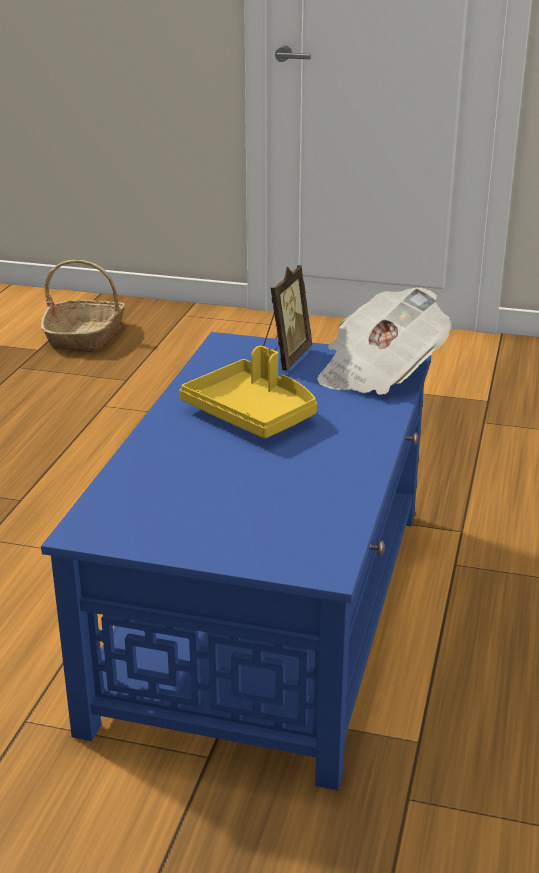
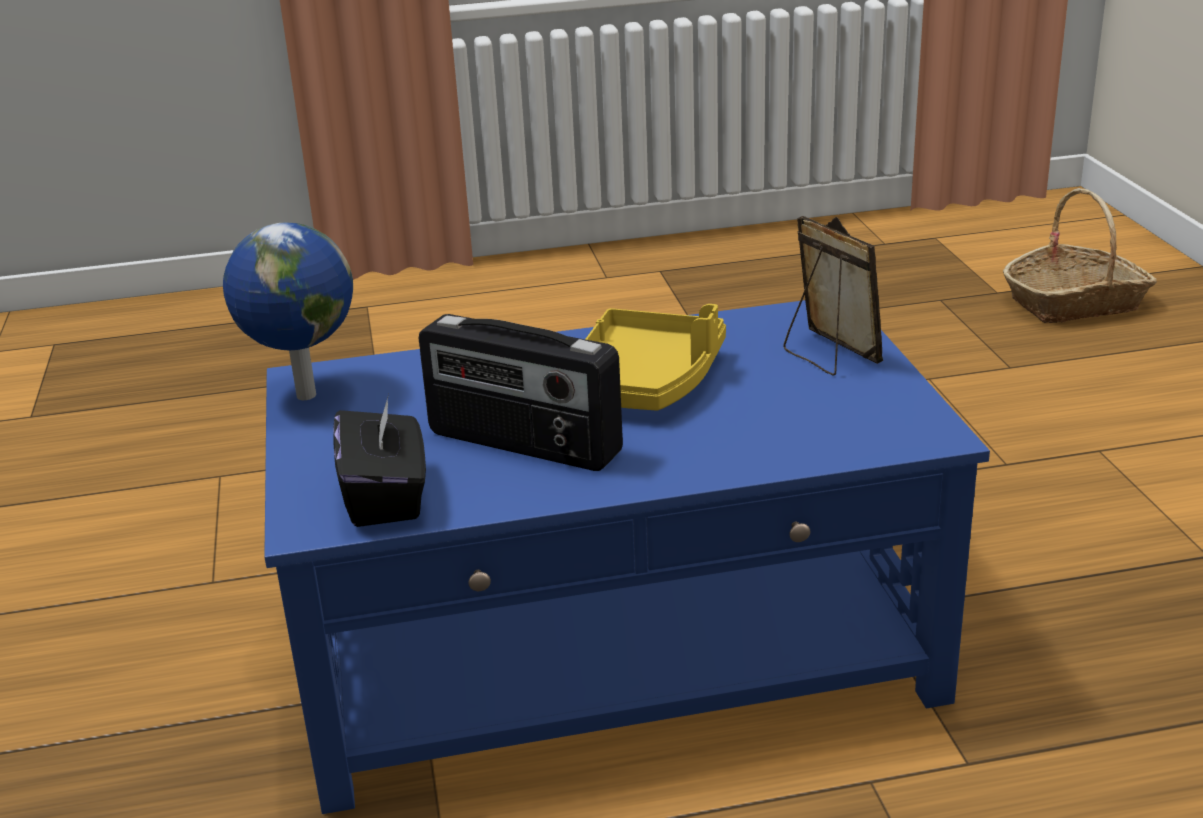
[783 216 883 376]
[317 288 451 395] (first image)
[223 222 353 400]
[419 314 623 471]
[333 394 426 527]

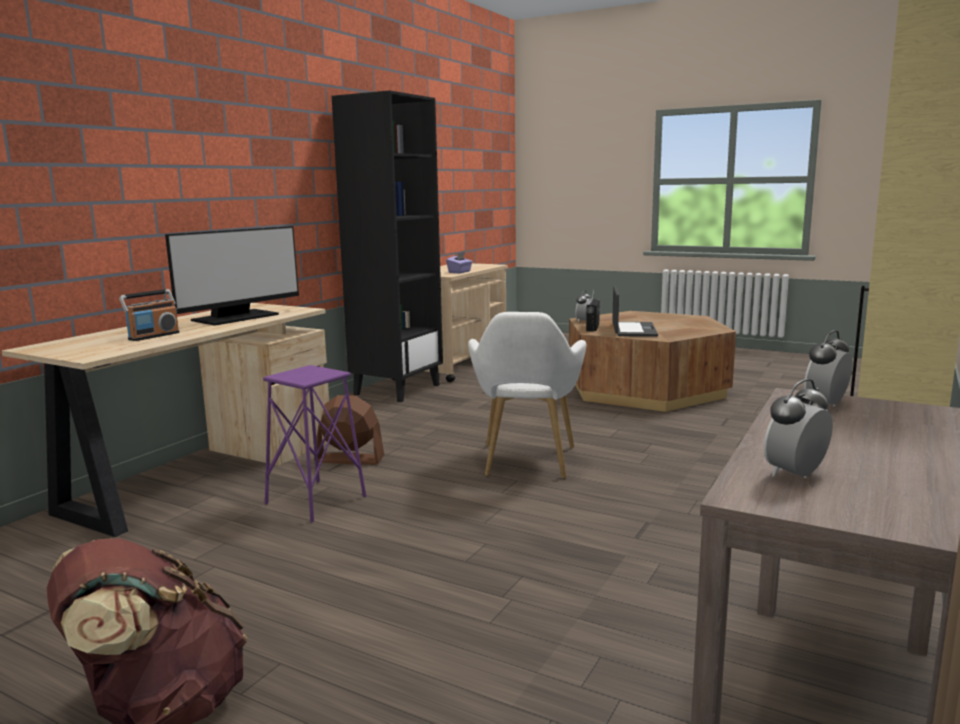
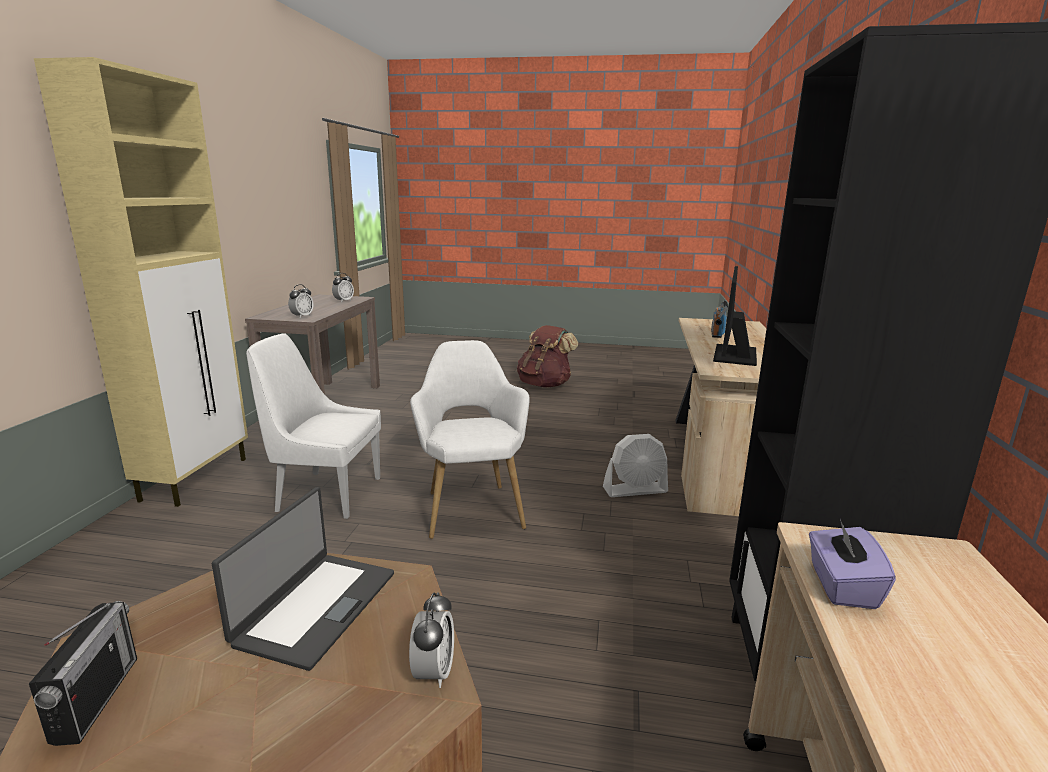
[212 487 394 671]
[29 601 137 746]
[263 365 366 522] (first image)
[603 434 668 497]
[246 333 381 519]

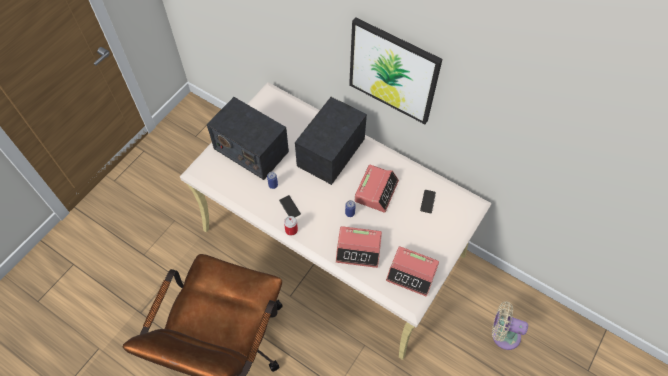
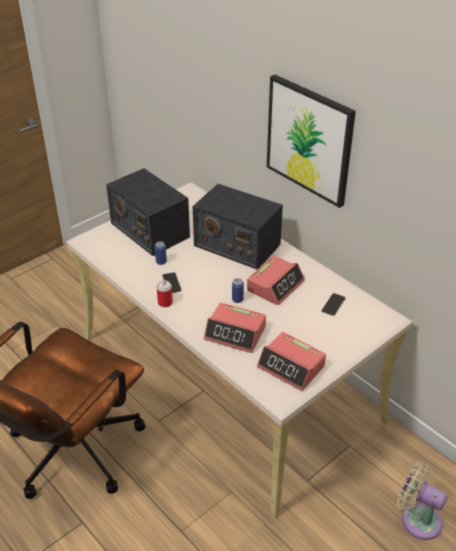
[193 184 283 270]

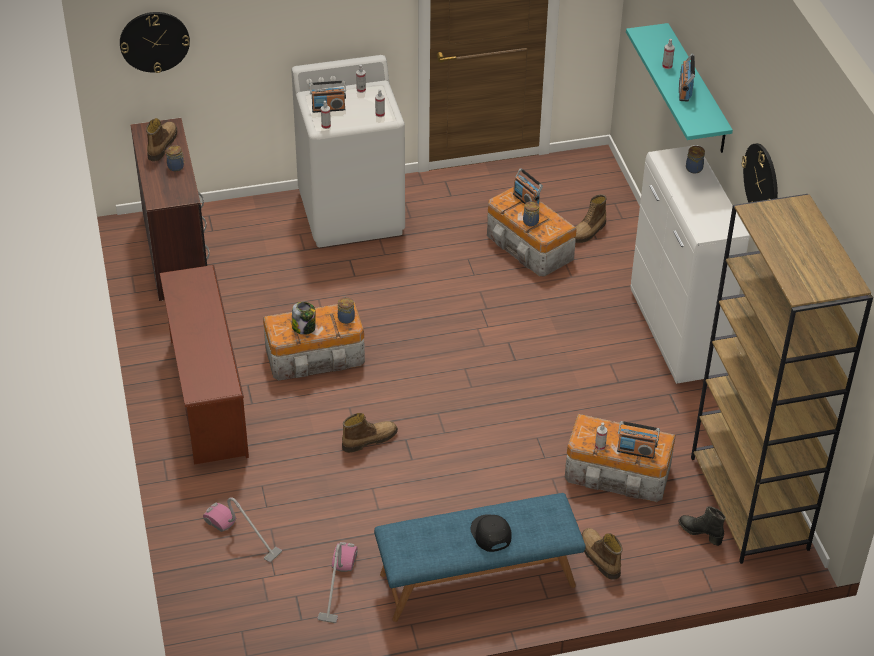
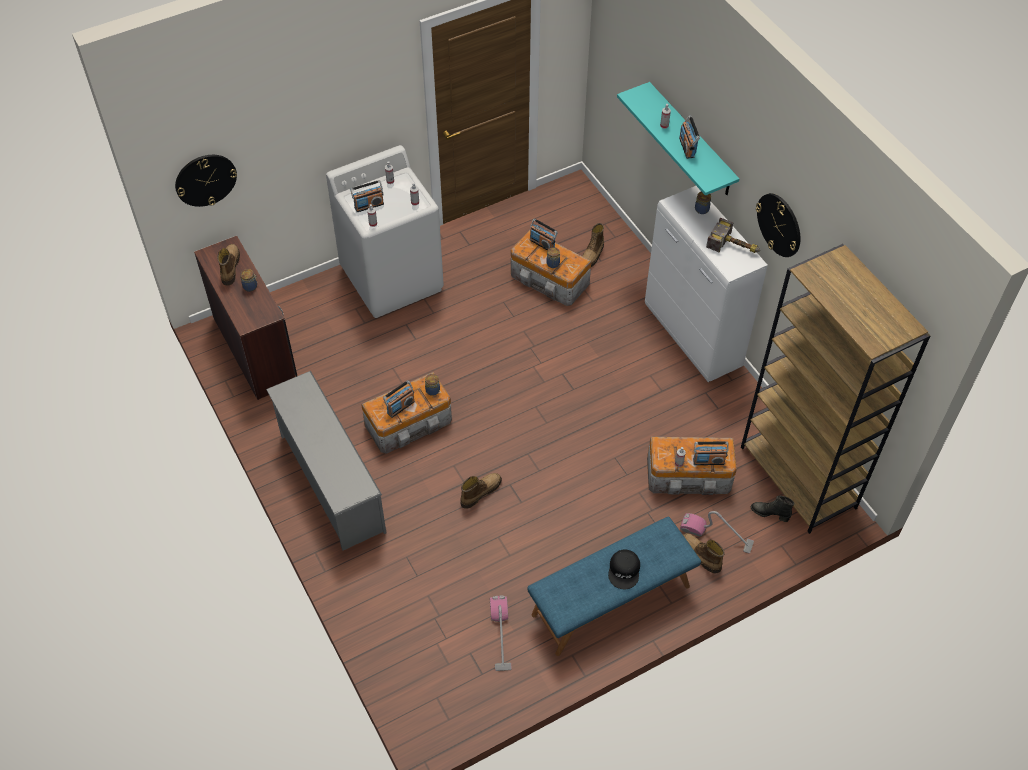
[266 371 386 550]
[383 380 415 418]
[680 511 754 554]
[608 549 640 589]
[706 218 760 253]

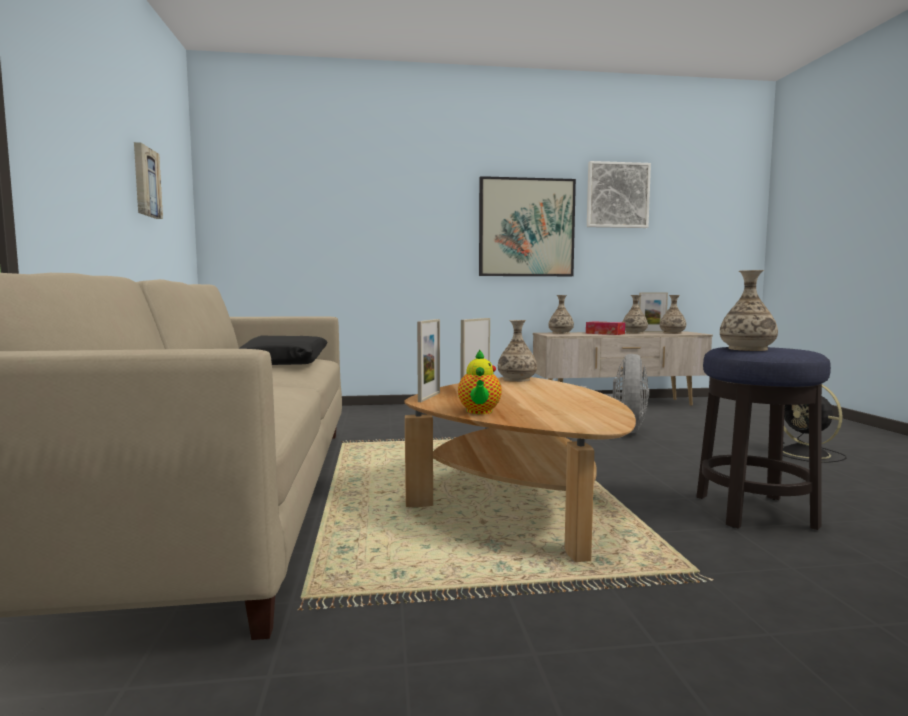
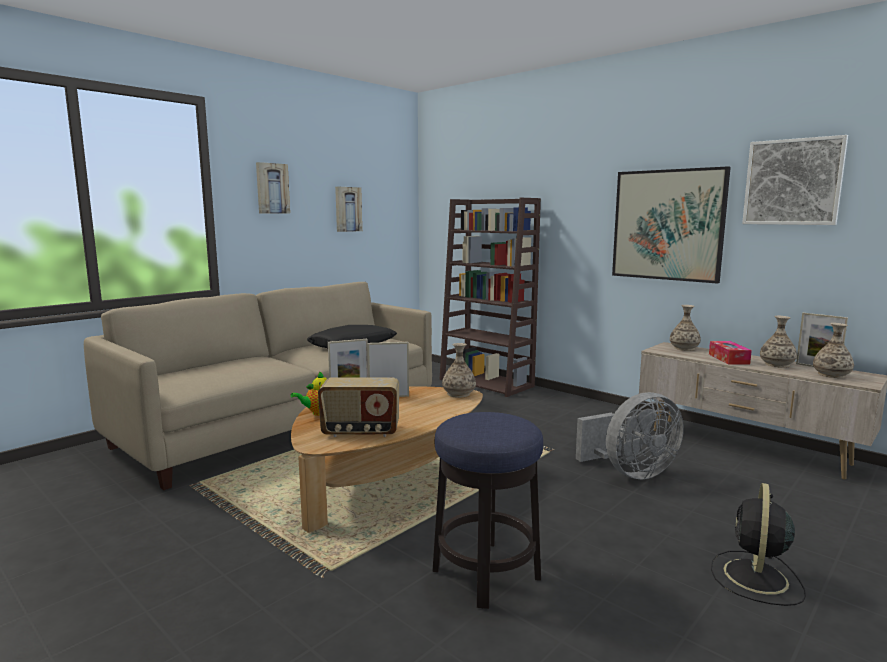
[720 270 778 351] (first image)
[256 162 290 214]
[439 198 541 397]
[318 377 399 437]

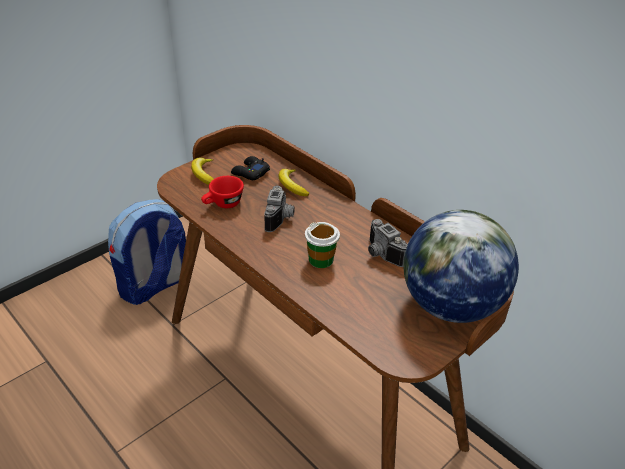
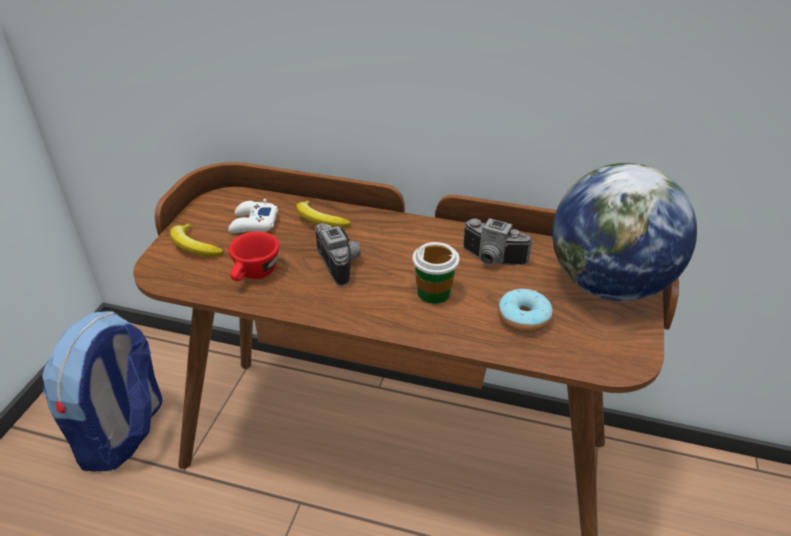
[228 199 278 233]
[498 289 553 333]

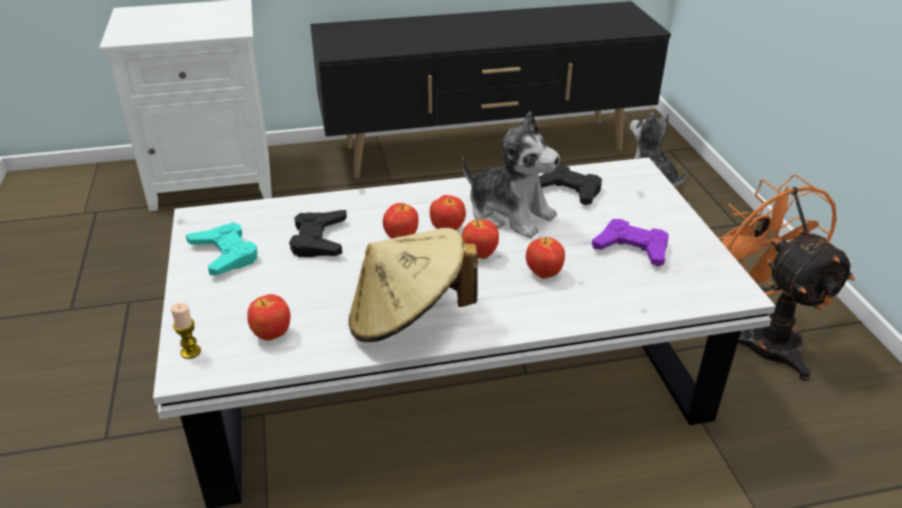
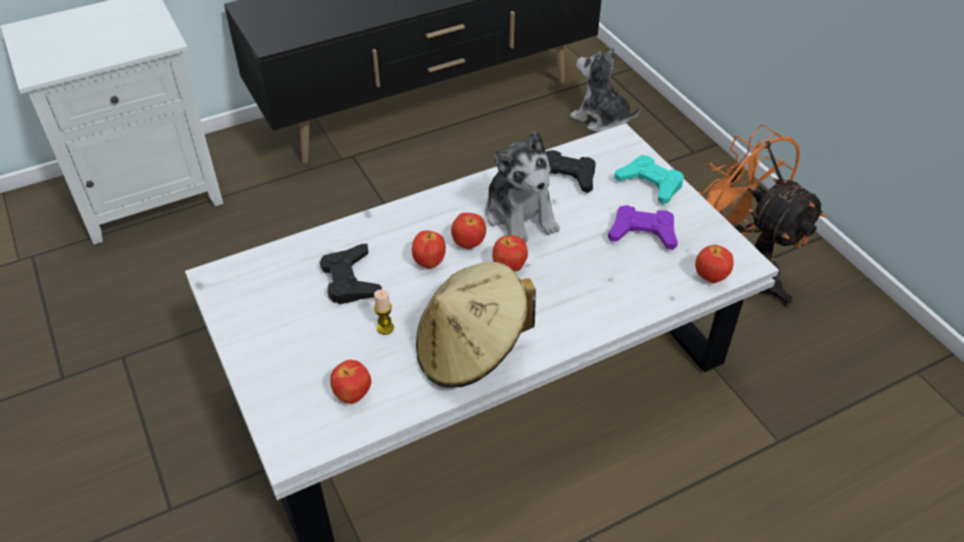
[485 131 560 243]
[614 155 684 204]
[695 245 734 283]
[374 289 394 335]

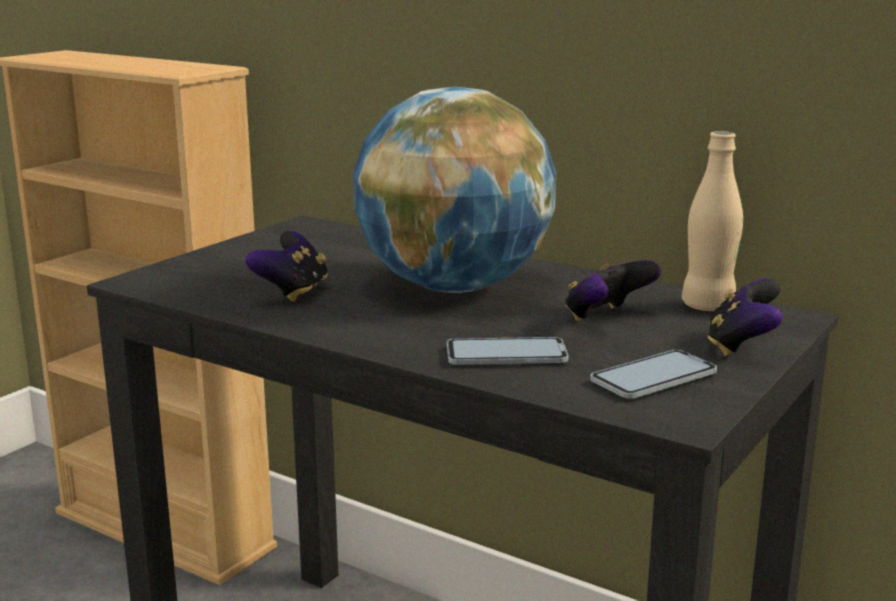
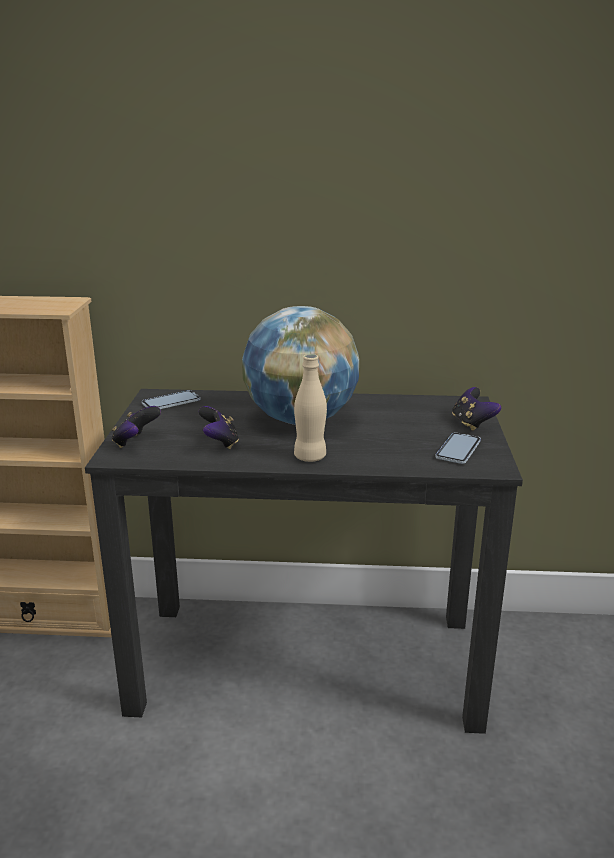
[294 354 327 462]
[112 406 161 448]
[141 390 201 409]

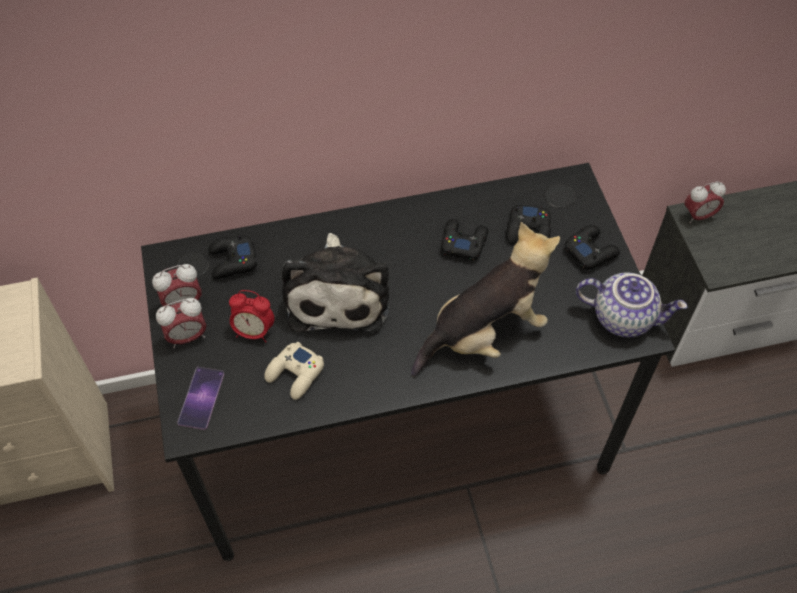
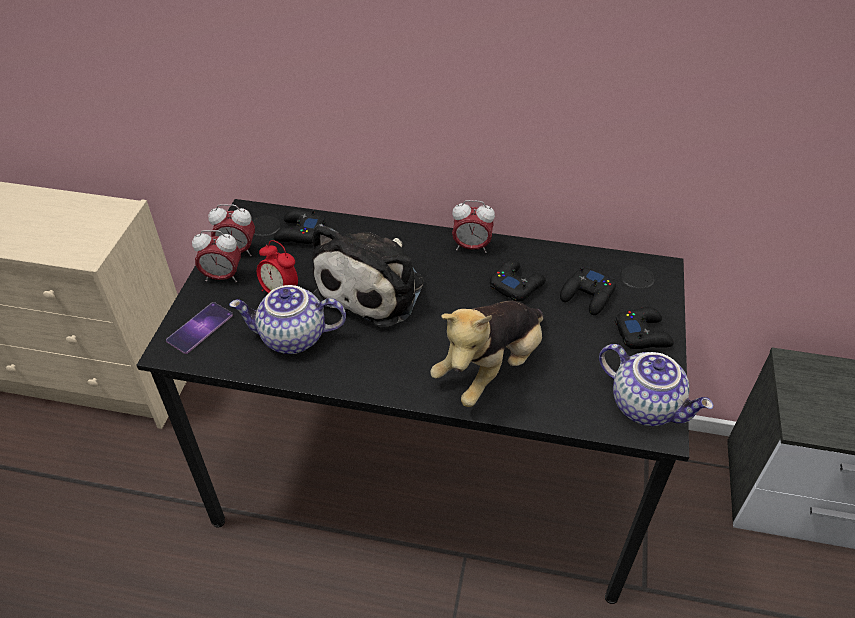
[452 200 495 253]
[430 301 544 407]
[229 285 346 354]

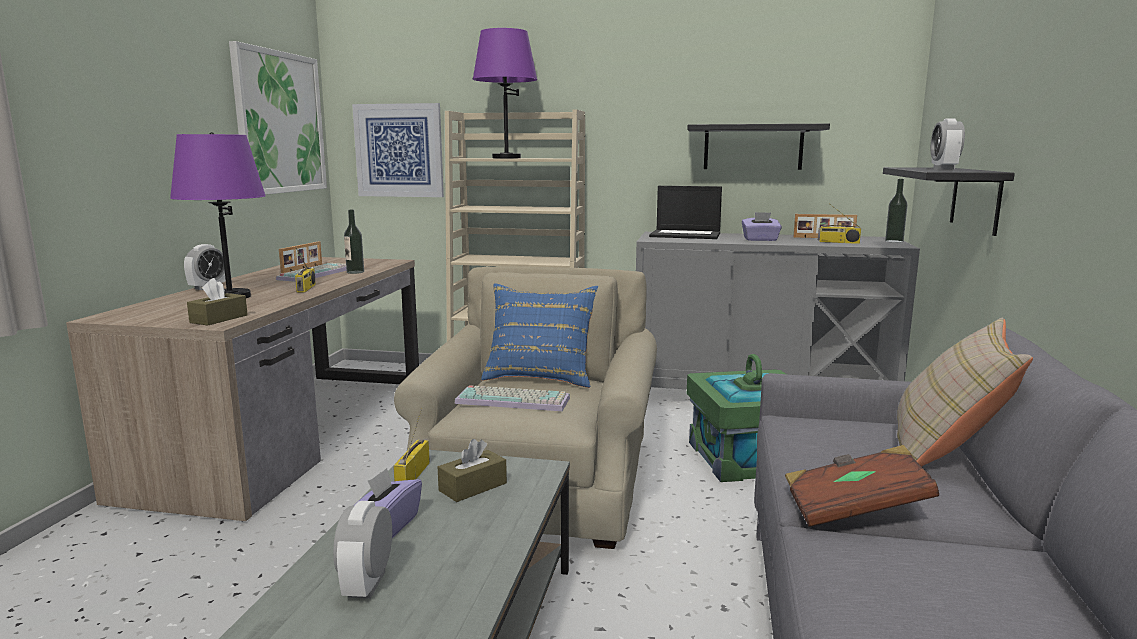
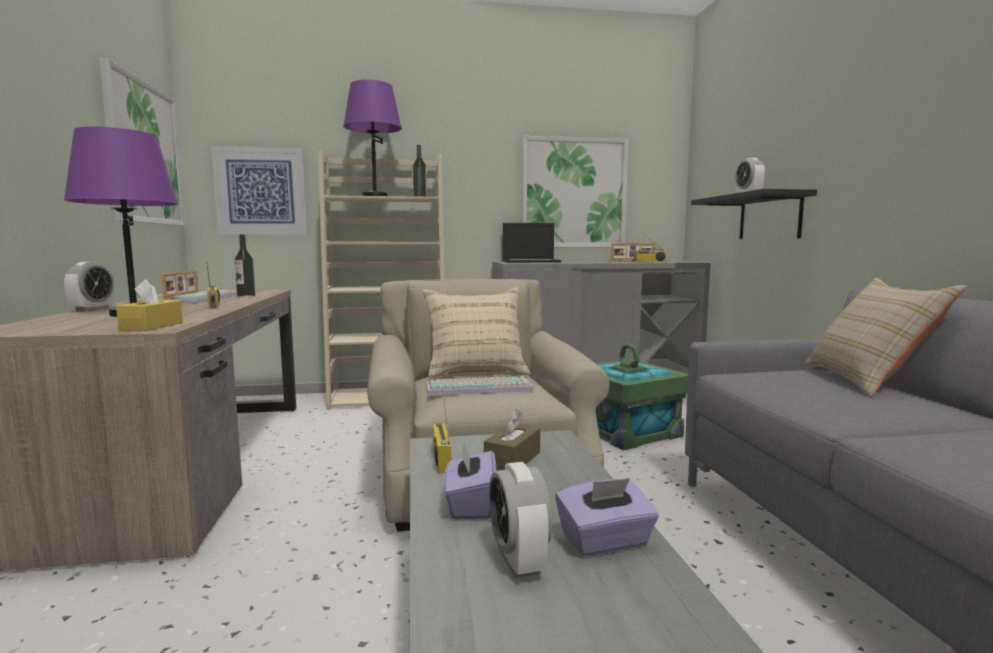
[522 136 629 247]
[412 145 427 197]
[555 478 659 556]
[116 279 183 331]
[423 288 531 378]
[785 445 939 527] (first image)

